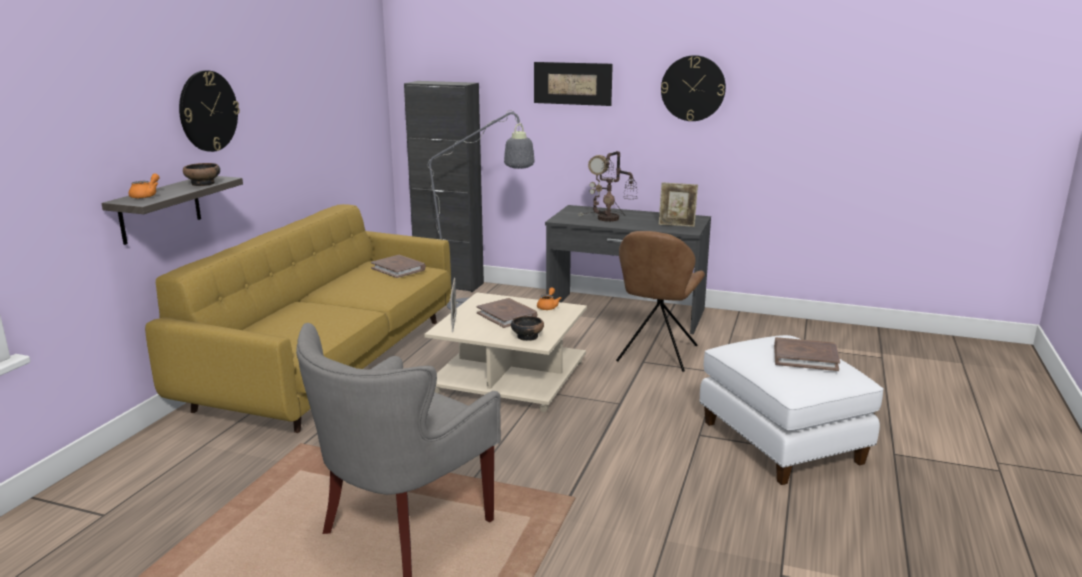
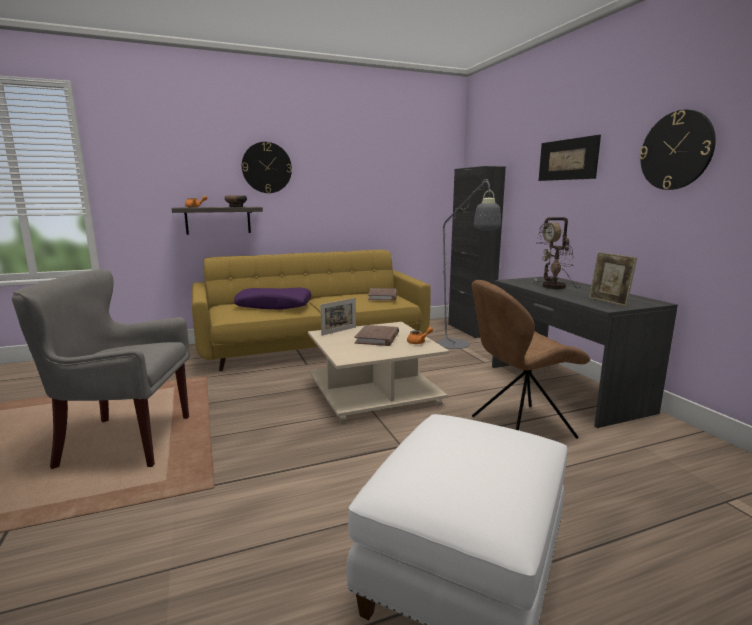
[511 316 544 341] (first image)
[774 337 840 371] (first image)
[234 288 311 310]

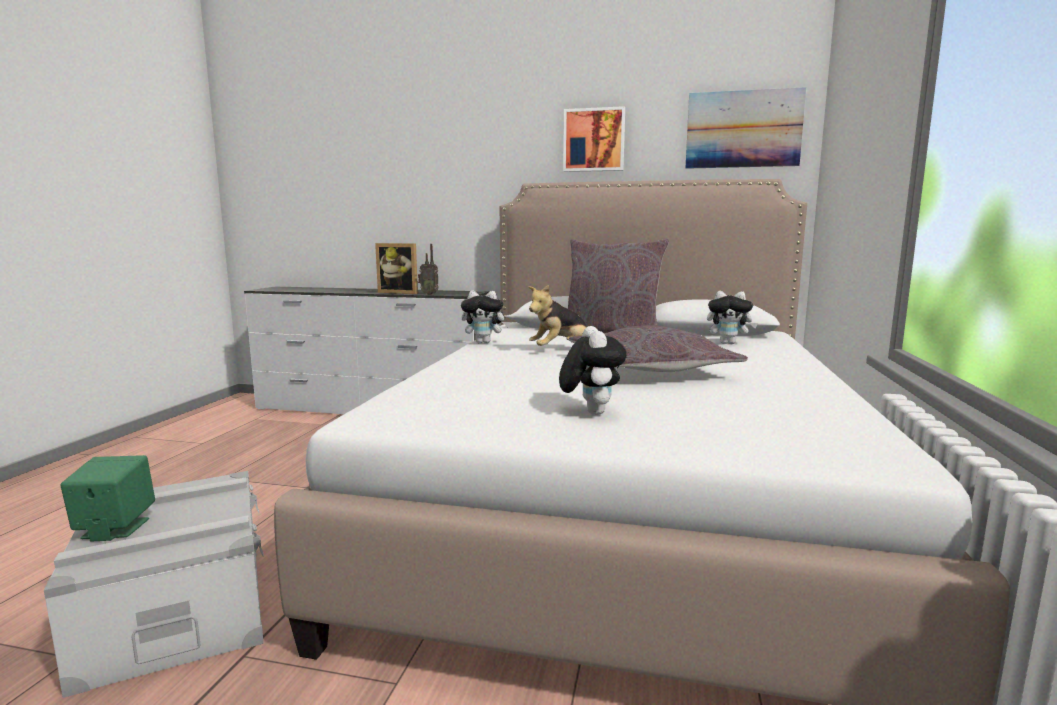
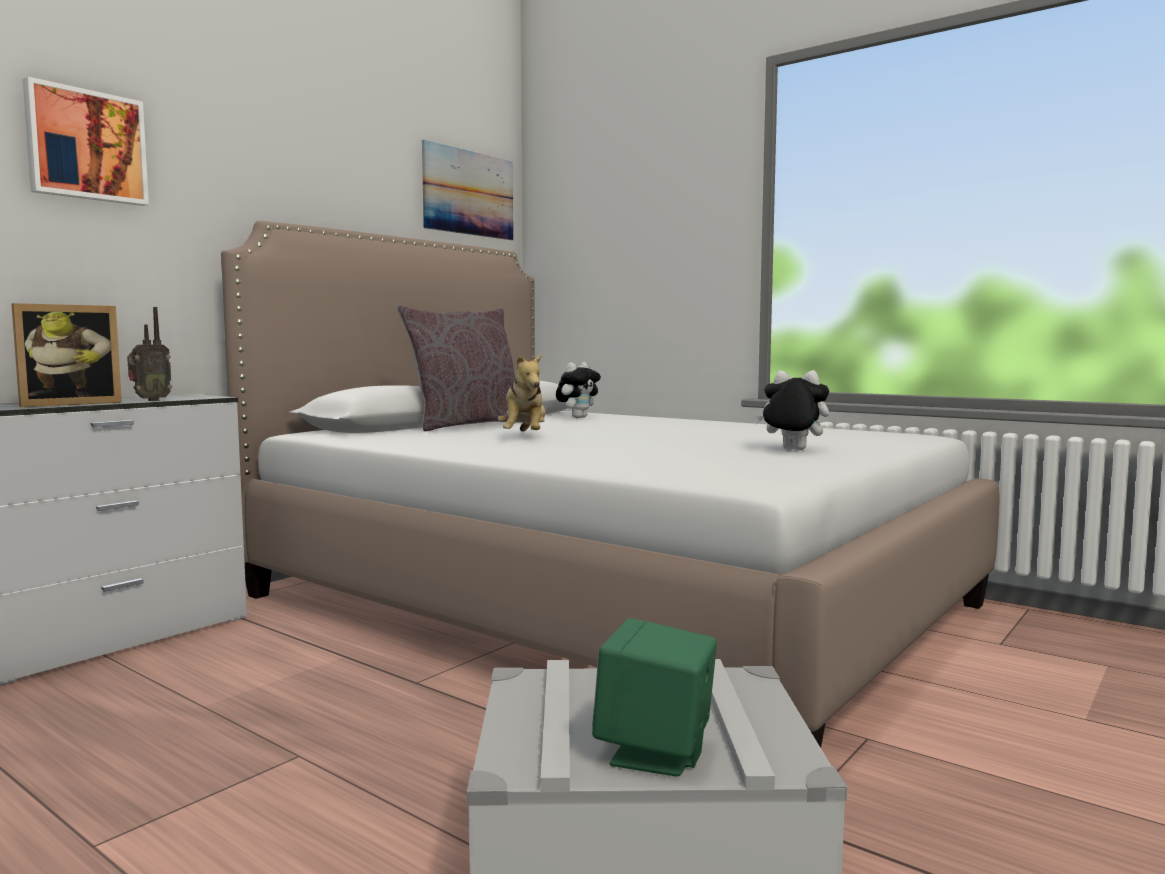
[23 77 149 206]
[461 290 510 344] (first image)
[569 325 748 372] (first image)

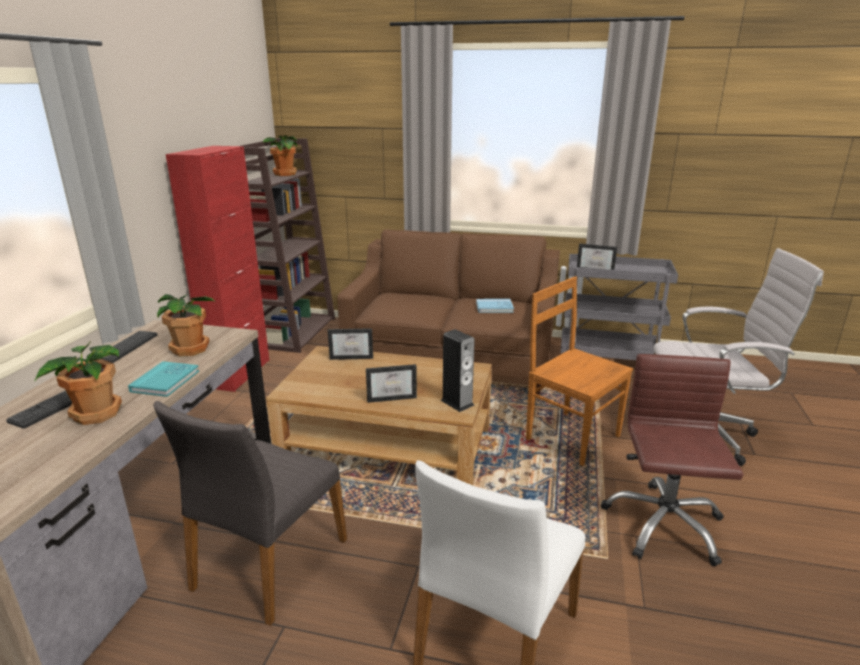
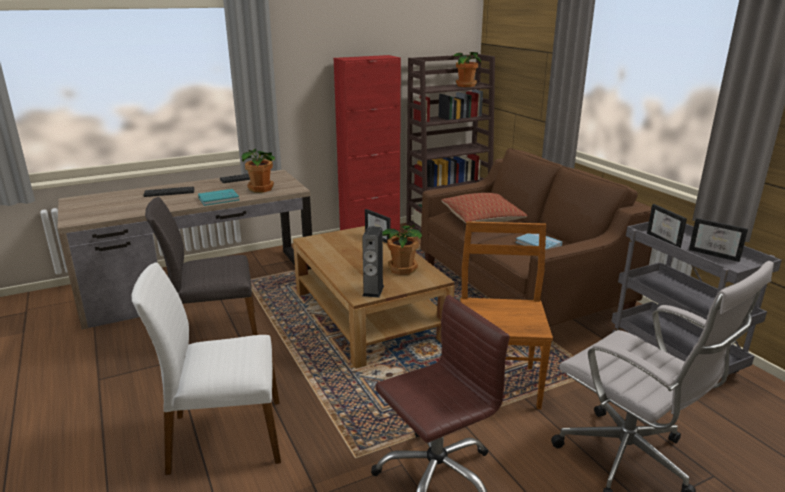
[383 225 423 275]
[689 218 748 262]
[441 193 528 223]

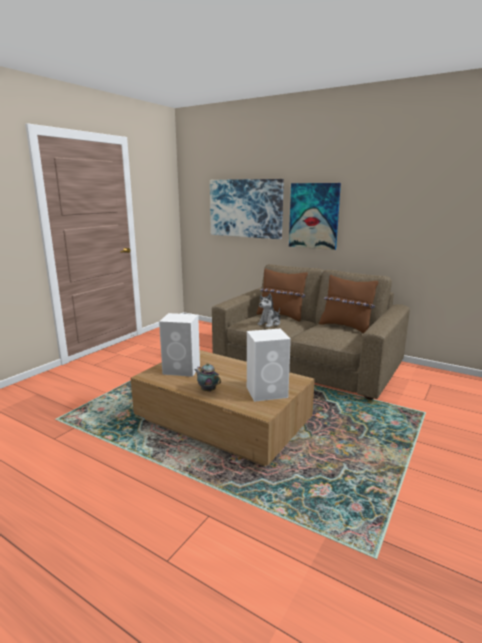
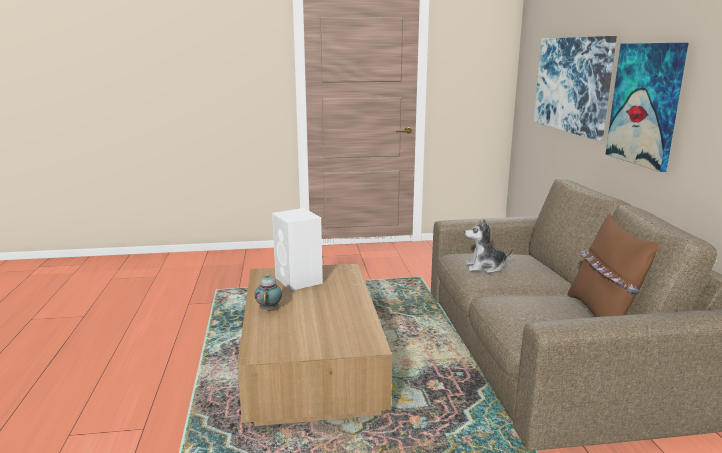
[256 268 308 322] (first image)
[247 329 291 402] (first image)

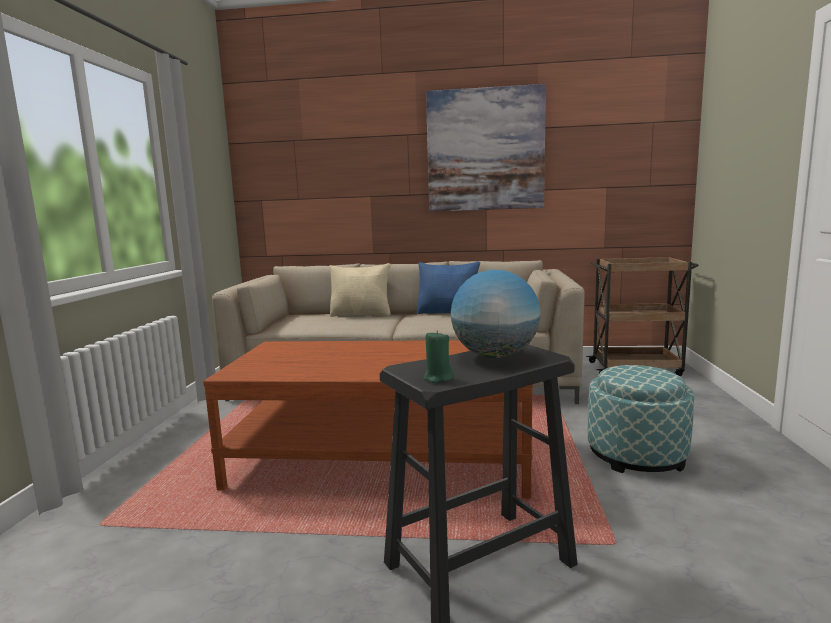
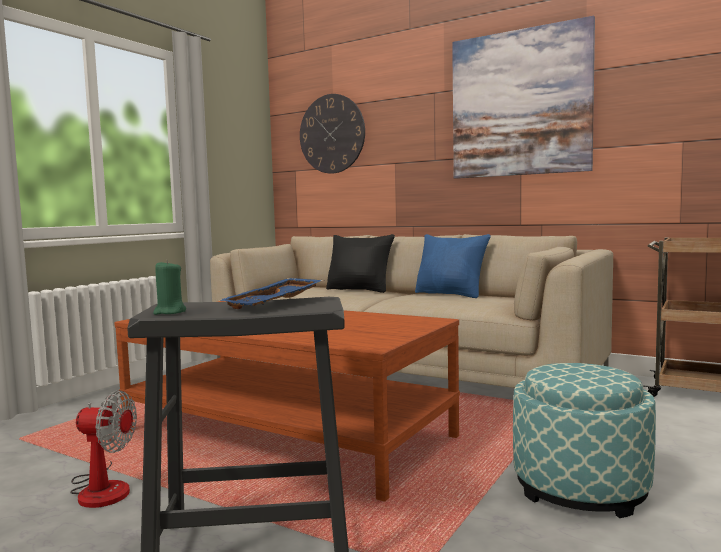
[326 234 395 293]
[220 278 323 309]
[300 94 365 174]
[70 391 137 508]

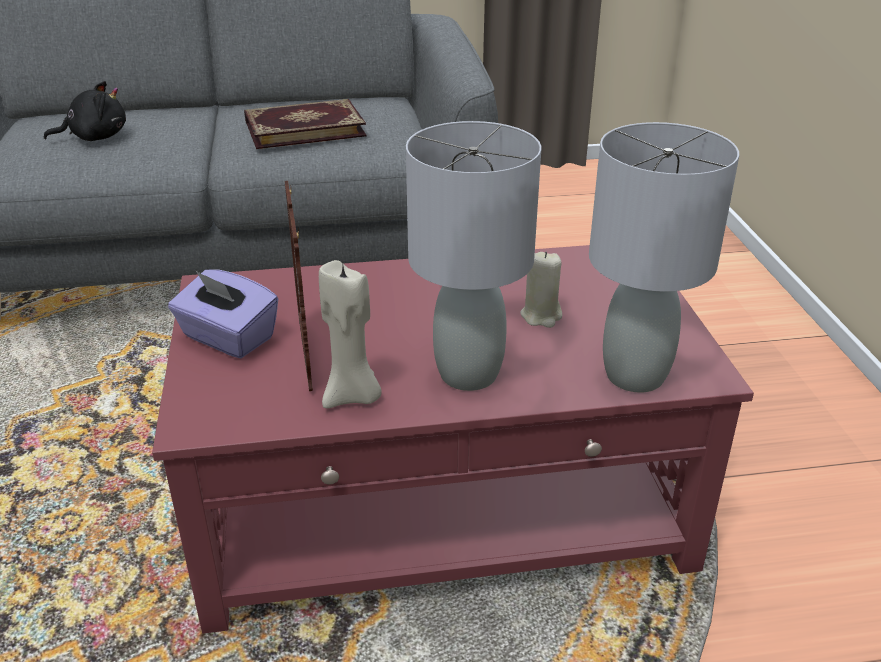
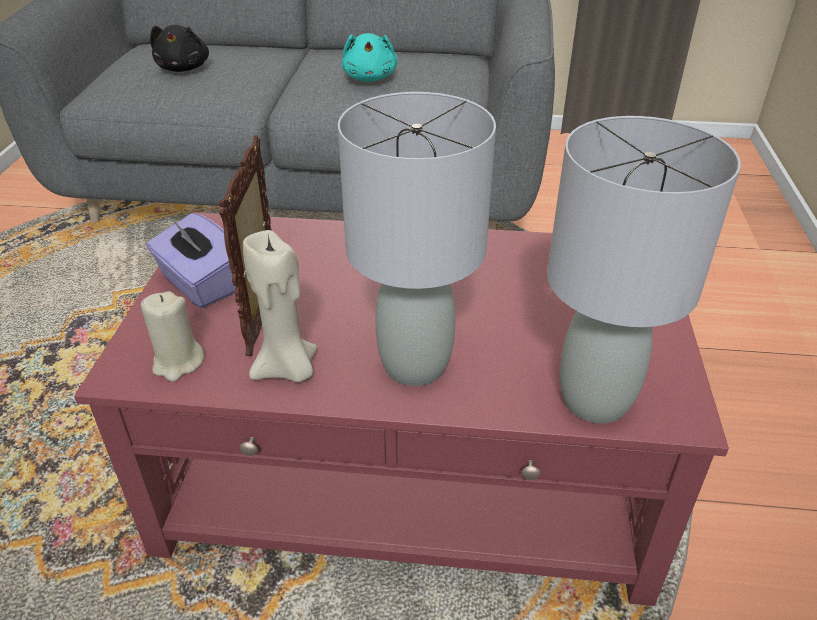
[150 25 209 72]
[341 33 398 82]
[141 291 205 382]

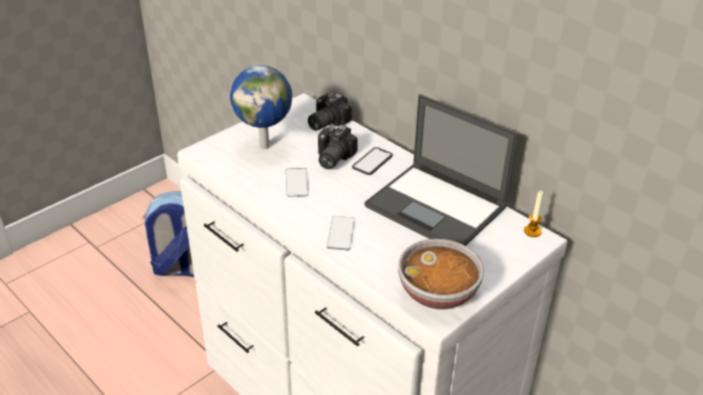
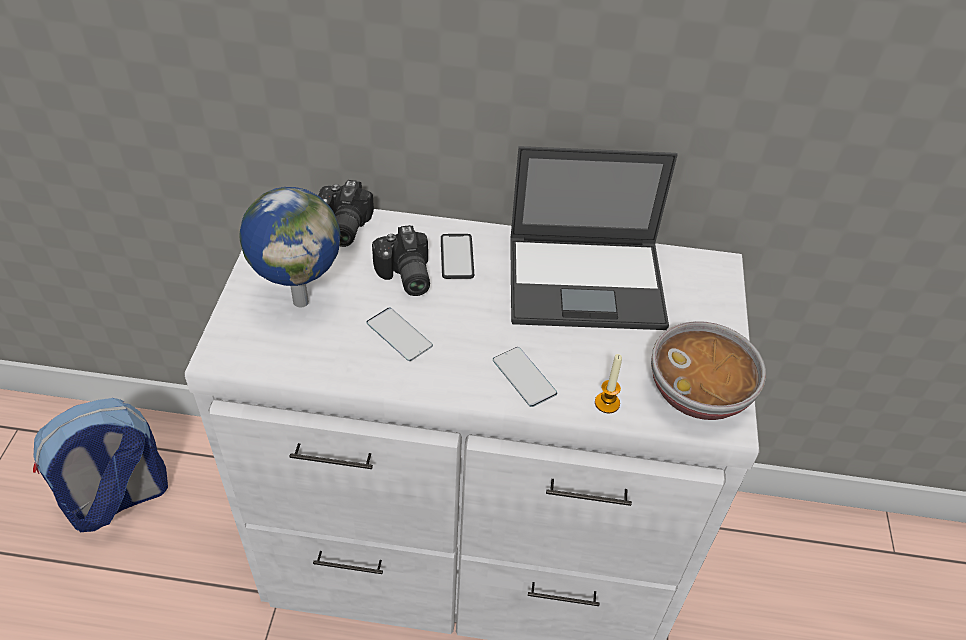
[595 354 622 413]

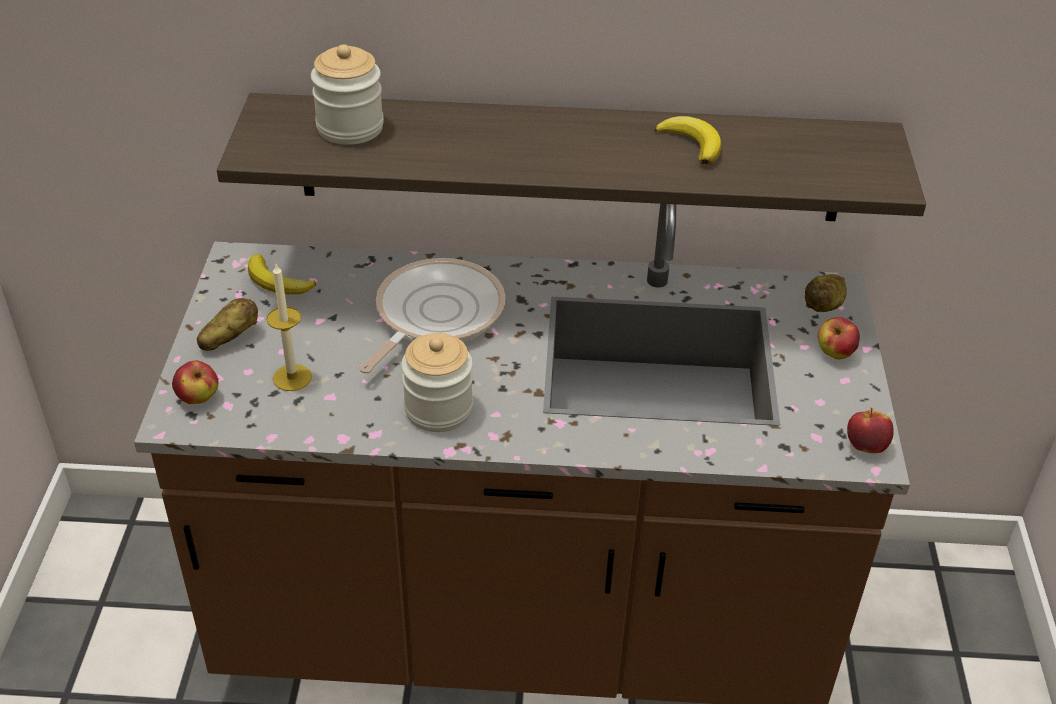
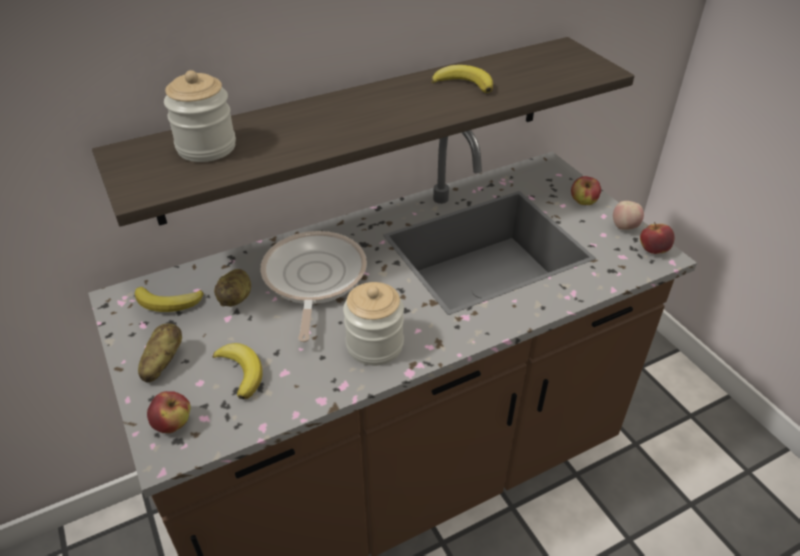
[212 343 263 399]
[214 269 251 307]
[613 201 644 230]

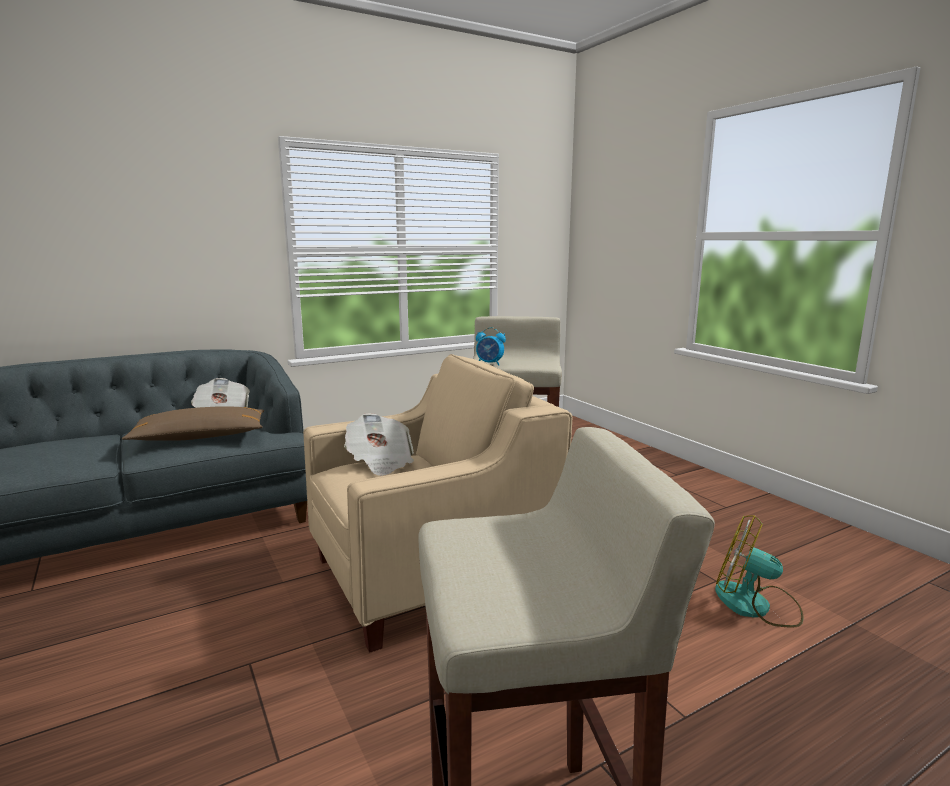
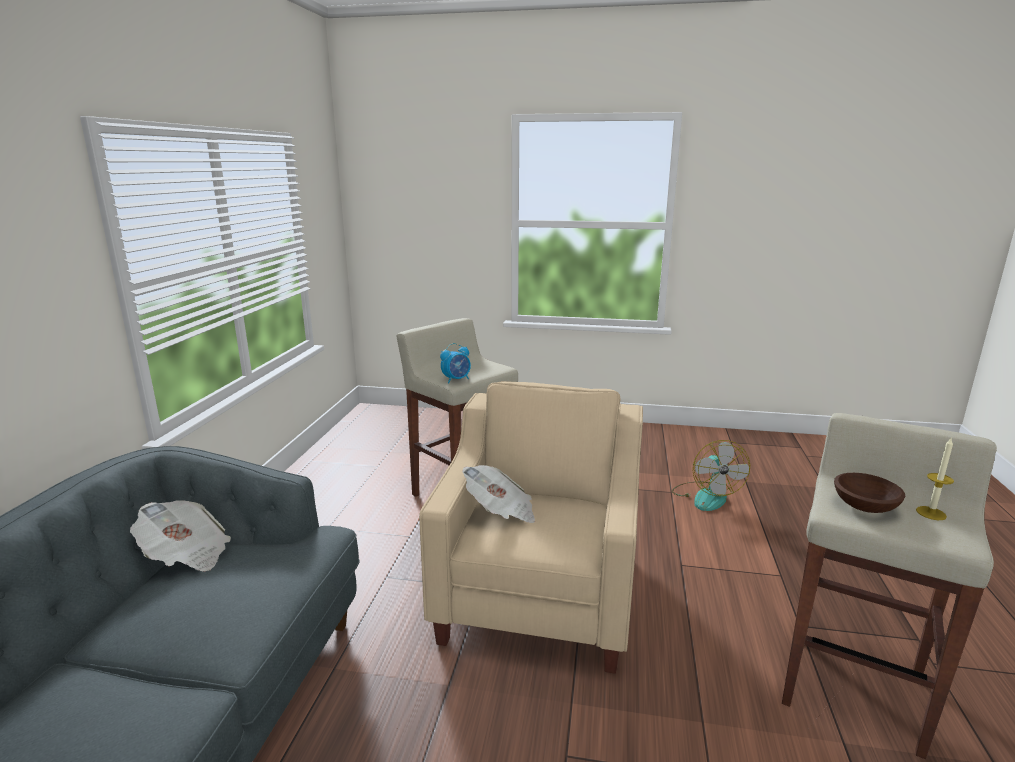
[122 406 264 441] (first image)
[672 440 750 511]
[916 438 954 520]
[834 473 905 513]

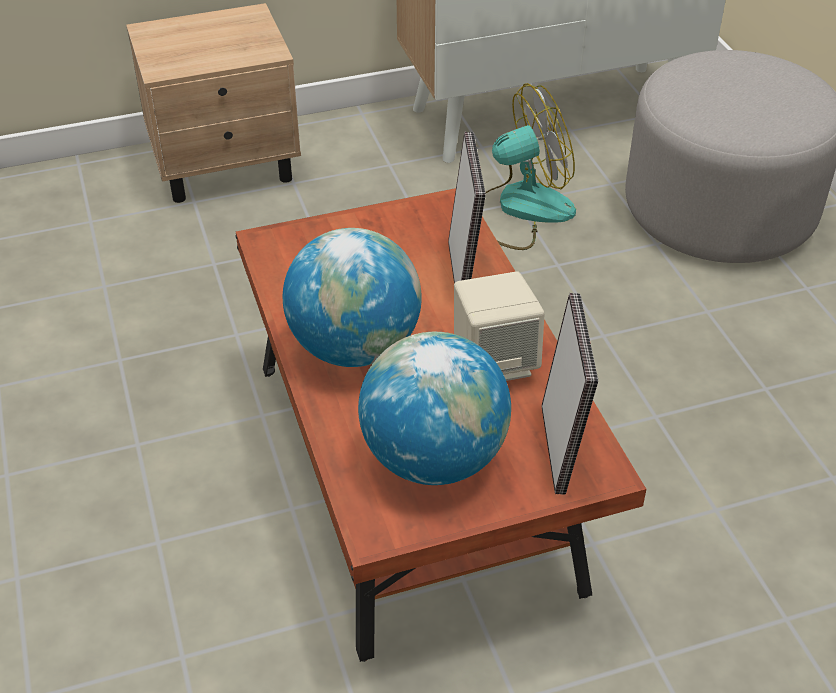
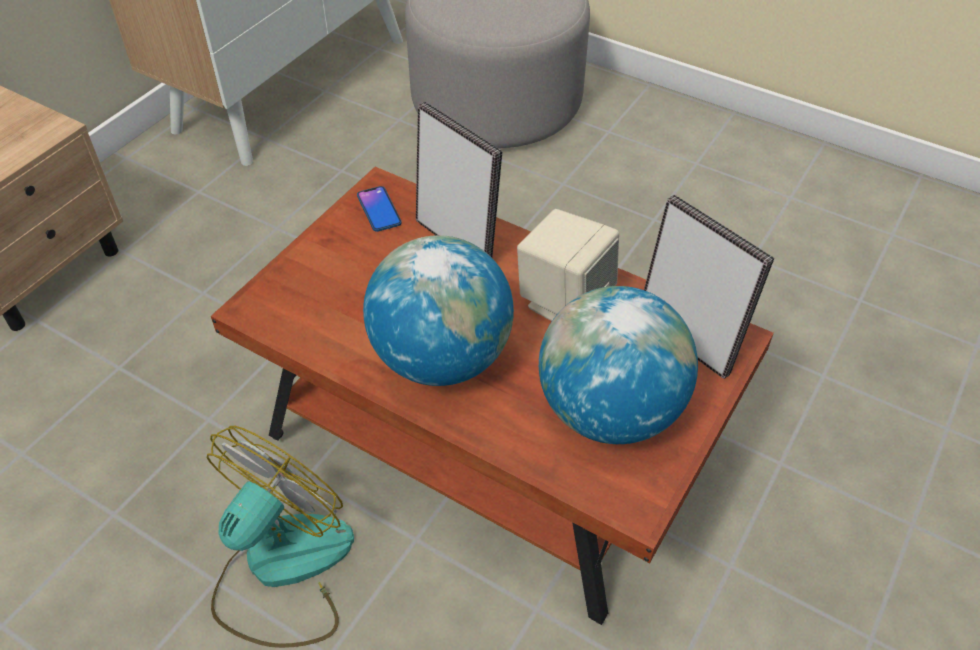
[207 426 354 648]
[357 186 402 232]

